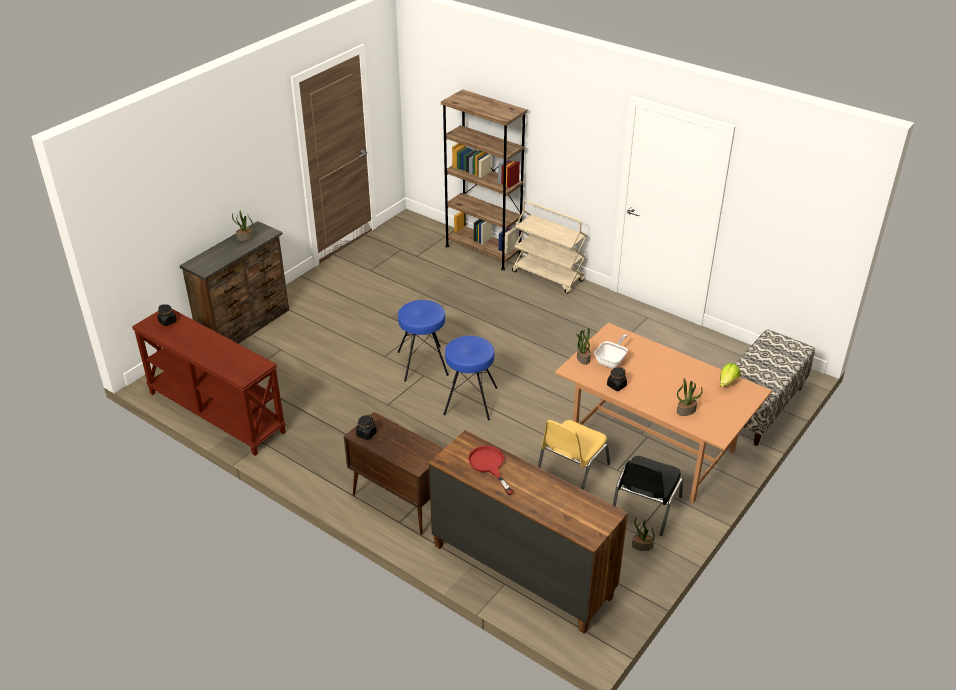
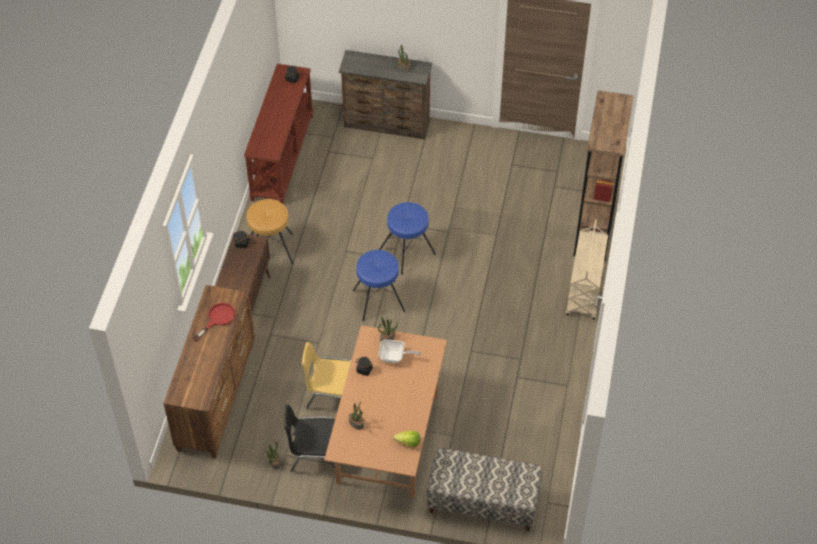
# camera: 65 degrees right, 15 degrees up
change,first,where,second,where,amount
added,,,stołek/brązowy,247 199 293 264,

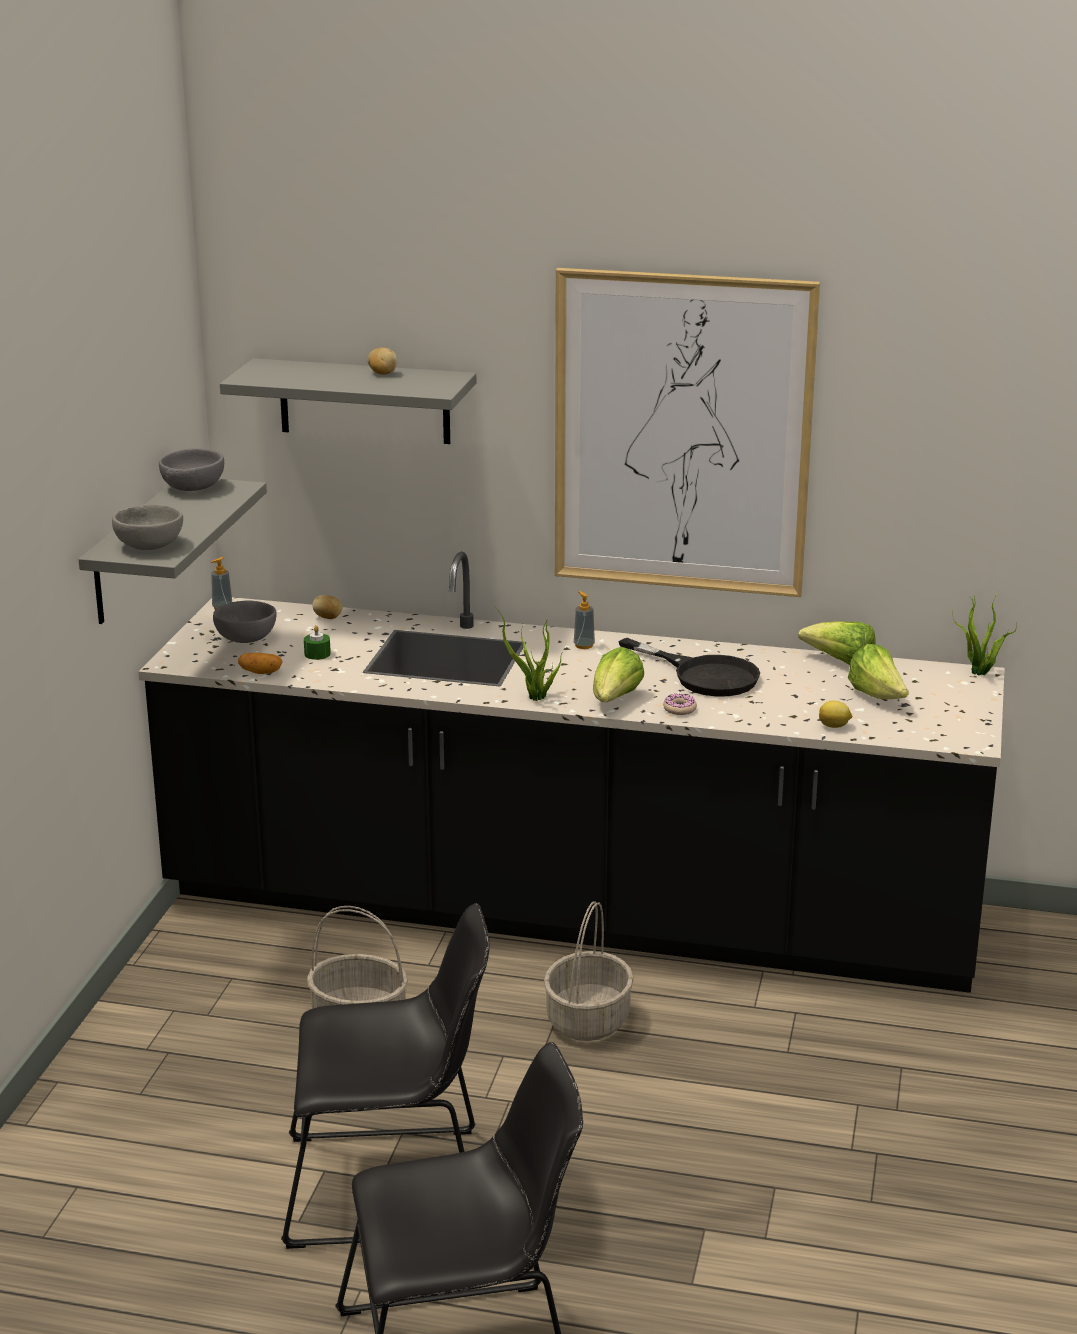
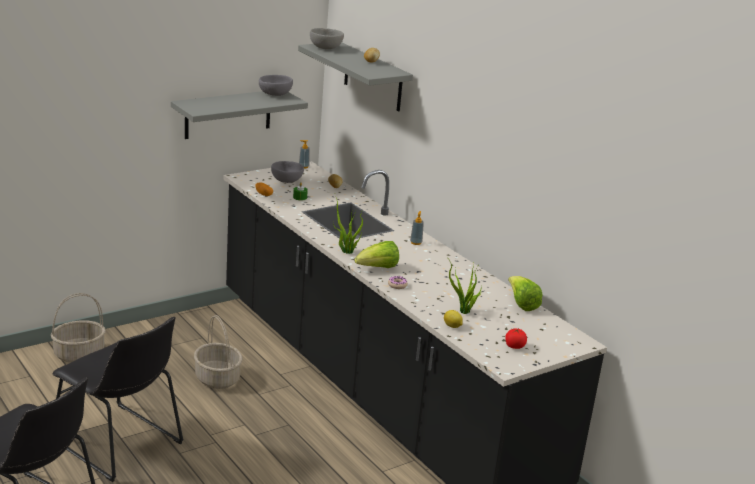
# camera: 40 degrees right, 0 degrees up
change,first,where,second,where,amount
moved,miska/szary,112 504 183 550,,310 28 344 49,
moved,koszyk,544 902 634 1041,,51 293 106 363,
removed,obraz,555 268 820 597,,,
removed,patelnia/czarny,619 638 760 697,,,
removed,sałata,848 644 909 699,,,
moved,roślina doniczkowa,952 592 1017 675,,446 256 483 314,
added,,,pomidor,505 329 527 349,

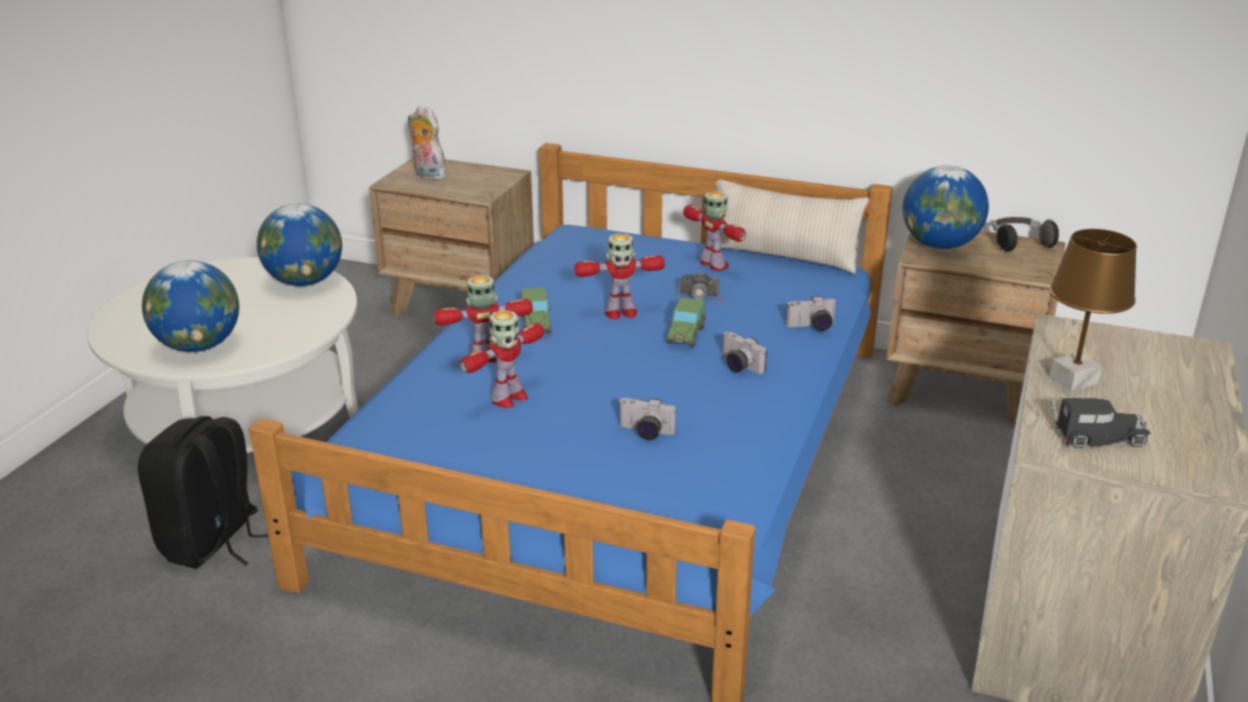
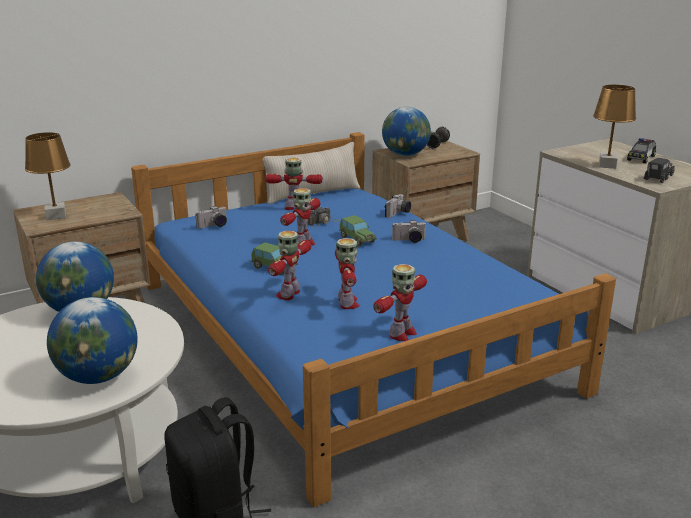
# camera: 50 degrees left, 5 degrees down
change,first,where,second,where,amount
replaced,pluszak,408 106 447 180,lampa stołowa/brązowy,25 132 71 220,
moved,aparat fotograficzny,619 398 676 440,,195 206 227 229,
added,,,robot zabawkowy,373 264 427 341,
added,,,samochodzik,627 138 656 163,

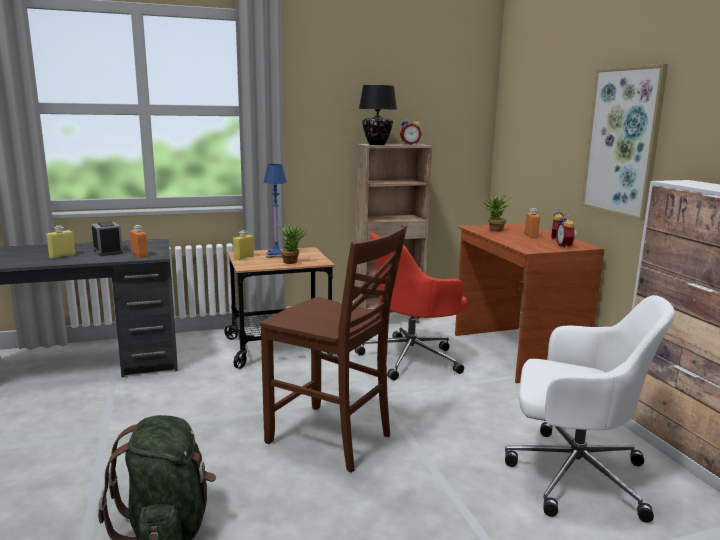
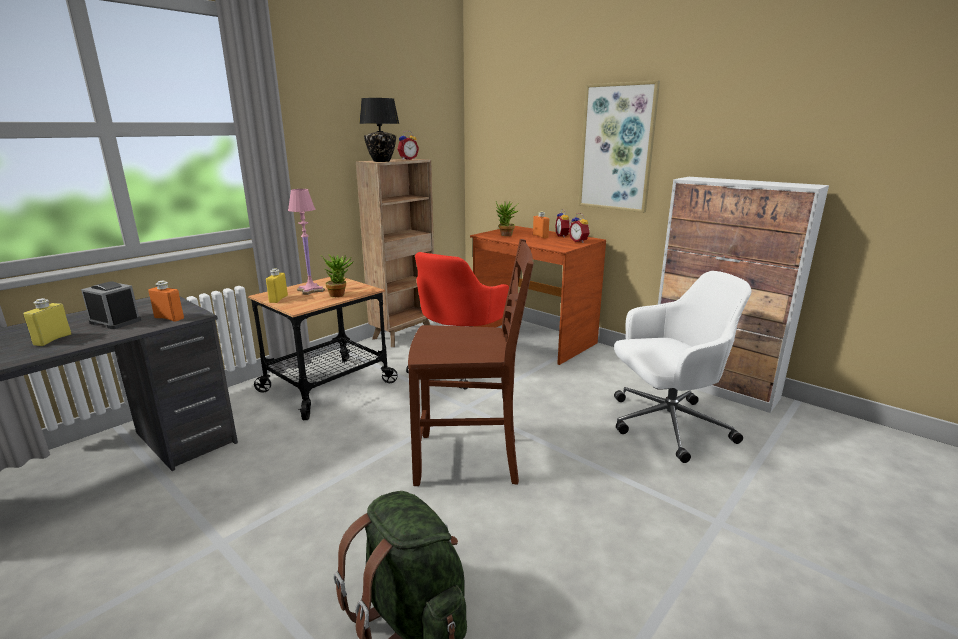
# camera: 30 degrees left, 5 degrees up
change,first,where,second,where,amount
recoloured,lampa stołowa/niebieski,263 164 287 258,lampa stołowa/różowy,288 189 325 295,

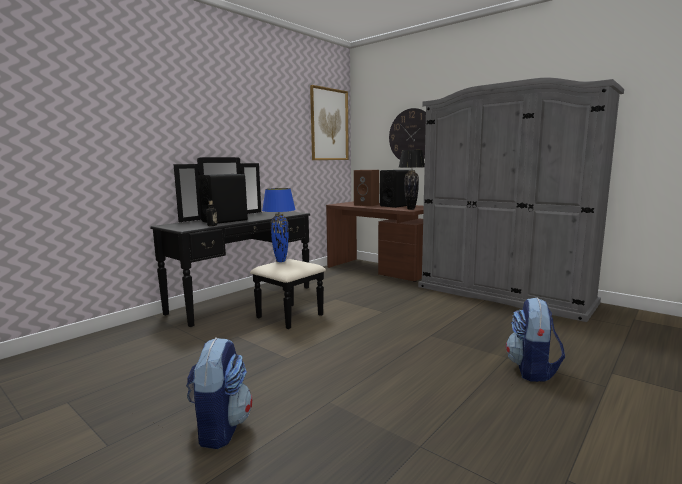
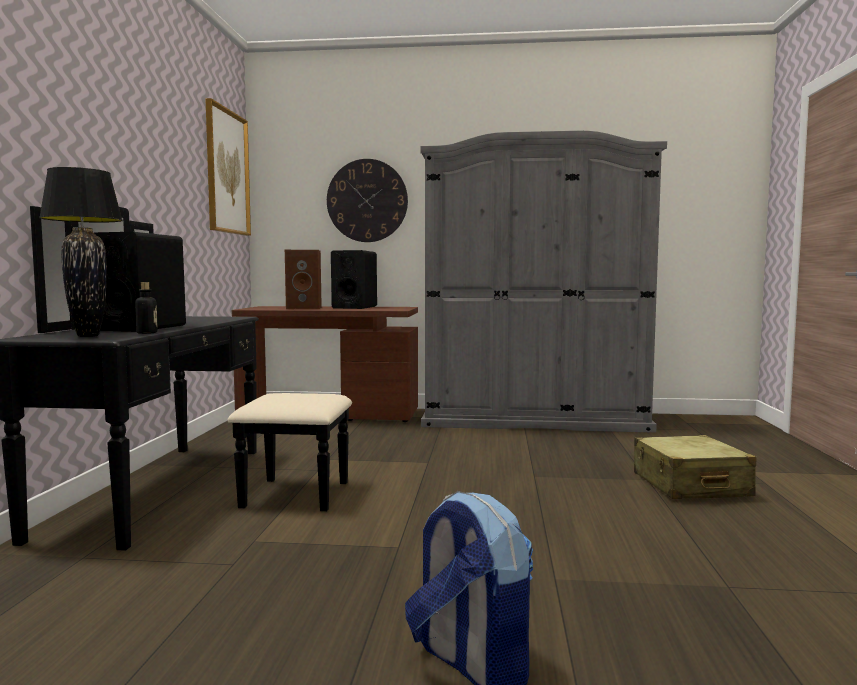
# camera: 35 degrees left, 5 degrees down
change,first,where,second,where,amount
removed,lampa stołowa/niebieski,262 188 296 262,,,
moved,lampa stołowa/czarny,398 150 425 210,,39 167 123 337,
replaced,plecak,506 297 565 382,walizka/beżowy,634 435 756 499,

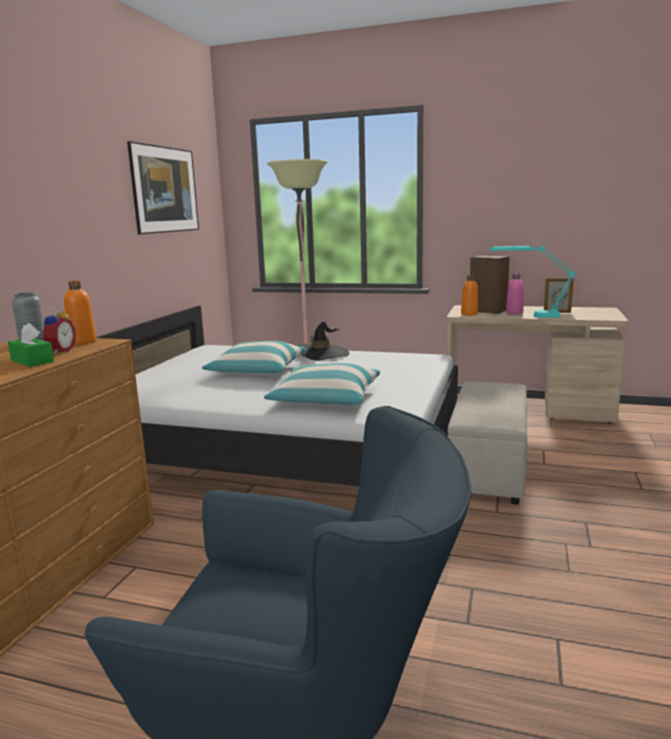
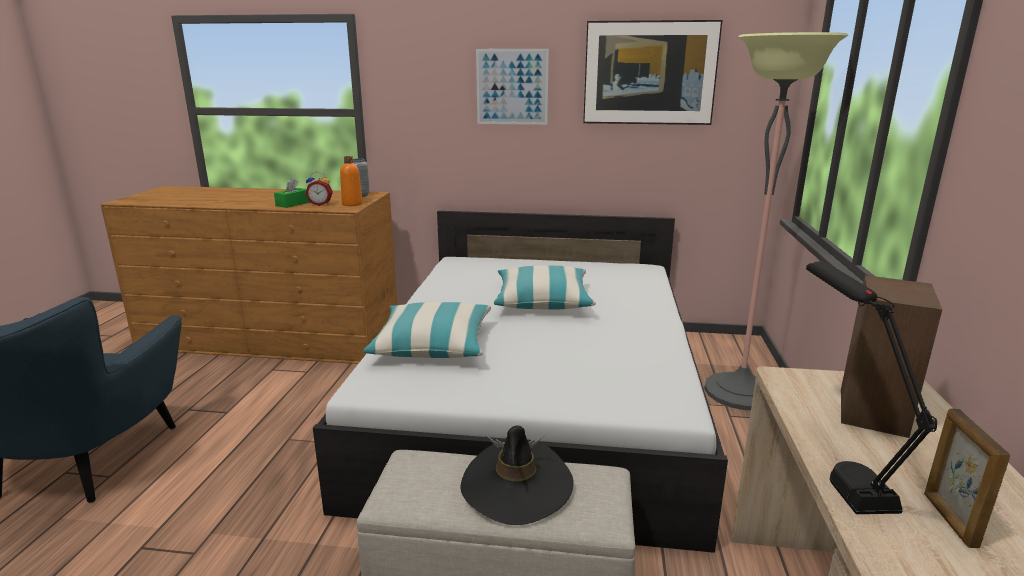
# camera: 80 degrees right, 5 degrees up
change,first,where,second,where,amount
moved,kapelusz/czarny,298 321 349 361,,460 425 574 525,
removed,butelka/pomarańczowy,461 275 478 316,,,
recoloured,lampa stołowa/turkusowy,489 244 577 318,lampa stołowa/czarny,806 261 937 514,
removed,butelka/różowy,506 274 524 314,,,
added,,,obraz,476 49 549 125,

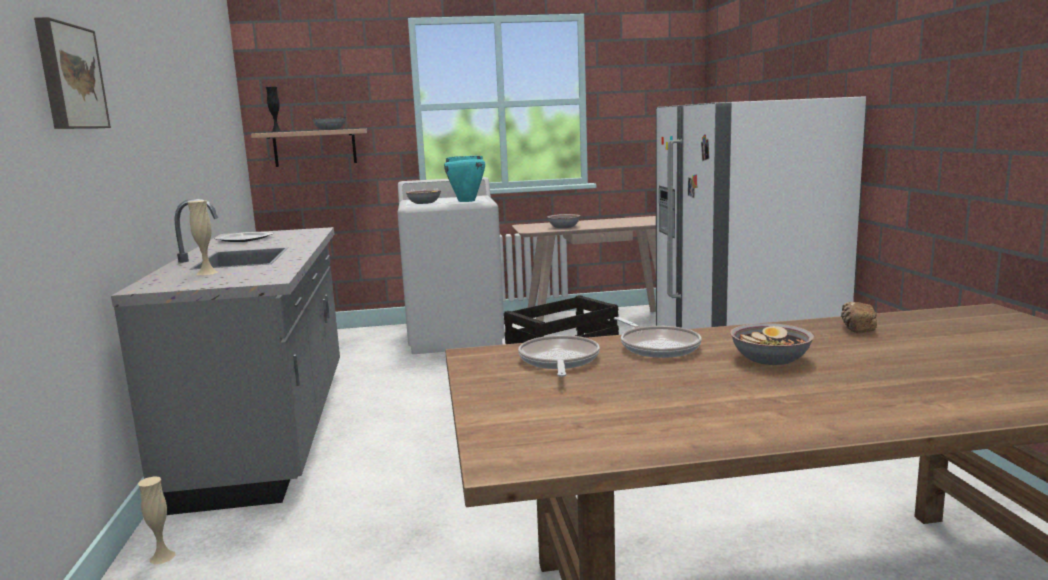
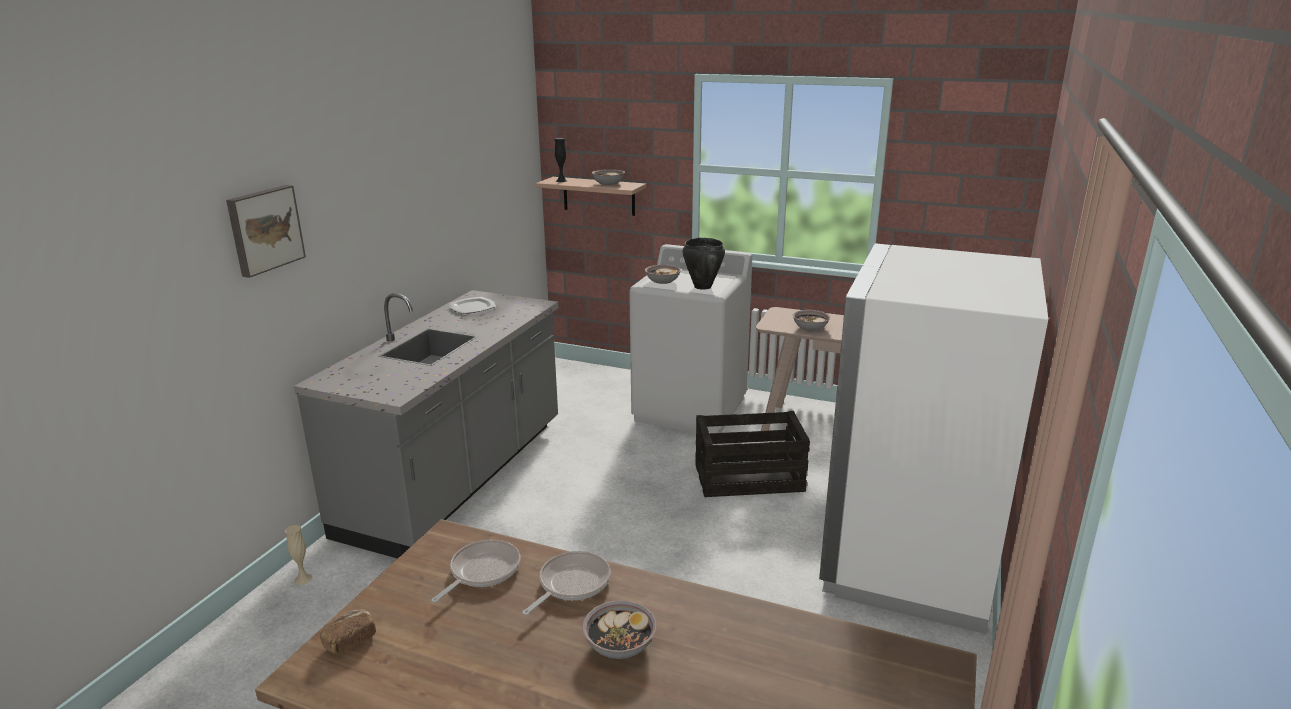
# camera: 30 degrees right, 10 degrees up
change,first,where,second,where,amount
removed,wazon/beżowy,188 200 218 275,,,
recoloured,garnek/turkusowy,444 156 485 202,garnek/czarny,682 238 725 290,
turned,patelnia,614 317 701 358,,522 551 611 615,150 degrees counterclockwise
moved,chleb,841 302 877 333,,320 609 376 654,

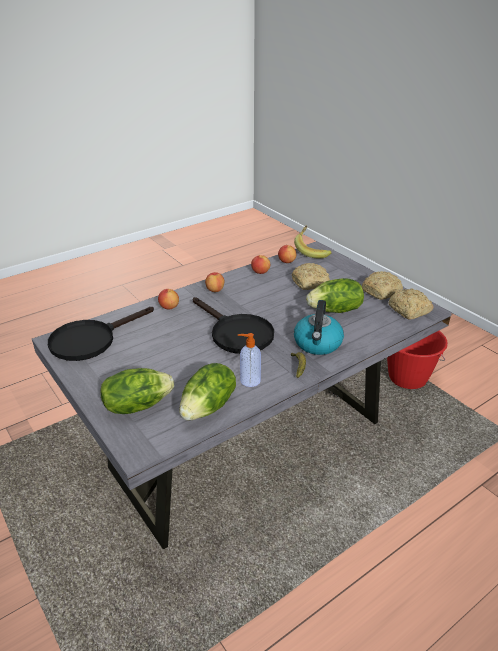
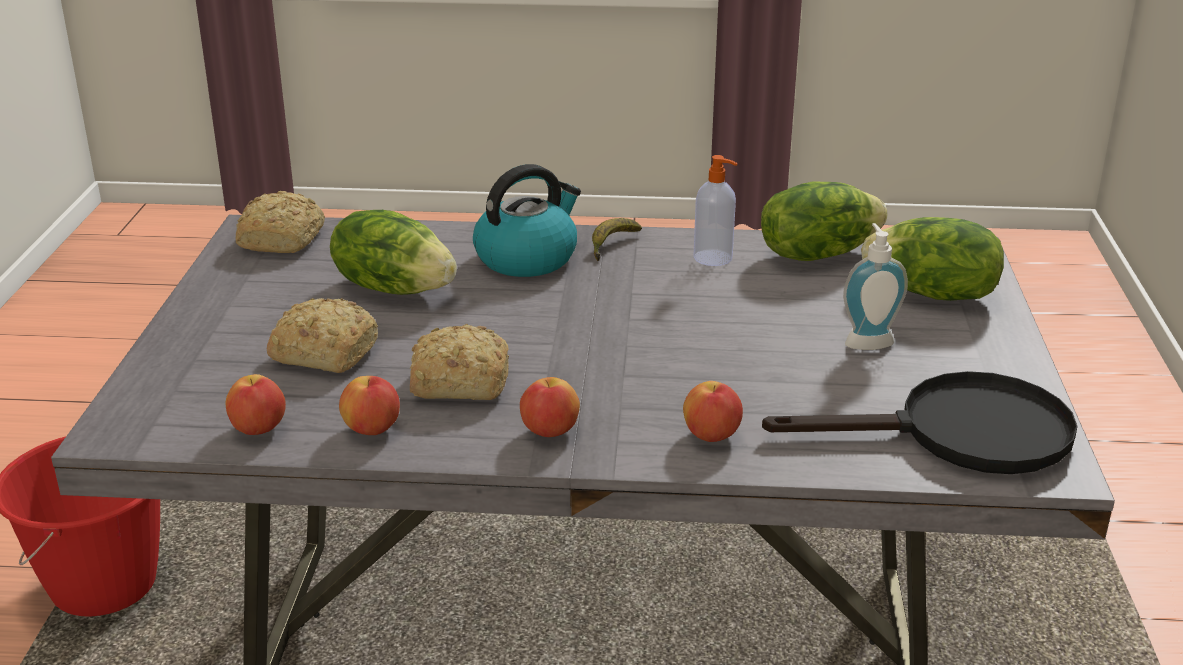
# camera: 140 degrees left, 5 degrees down
change,first,where,second,where,amount
removed,patelnia/czarny,193 297 274 354,,,
removed,banan,294 226 332 258,,,
moved,chleb,362 271 403 300,,410 324 509 400,
added,,,dozownik mydła,843 223 908 350,

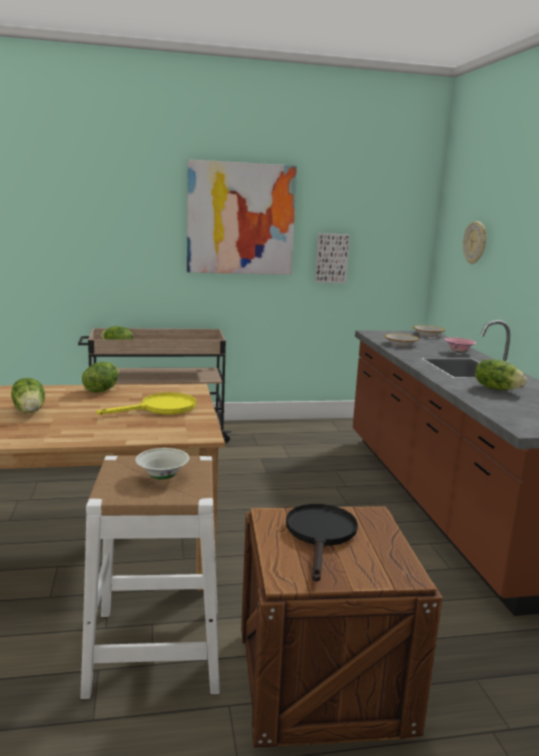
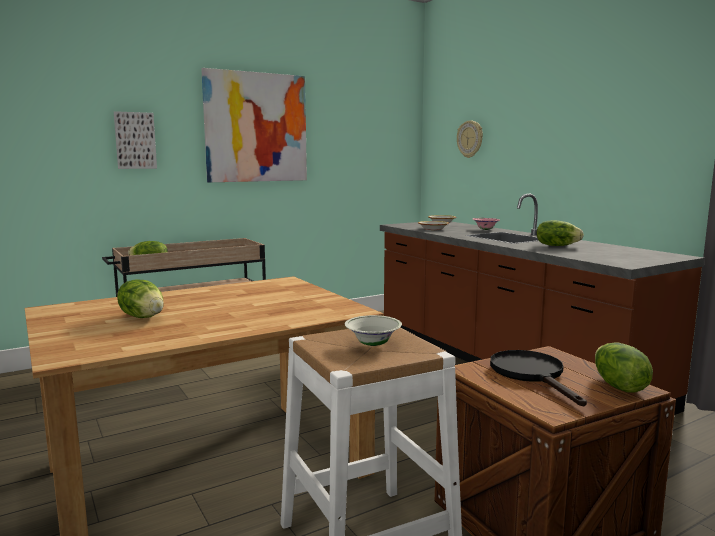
# camera: 20 degrees left, 5 degrees down
change,first,where,second,where,amount
moved,sałata,82 362 119 392,,595 342 653 393,
removed,patelnia/żółty,97 392 196 415,,,
moved,obraz,315 233 350 283,,114 111 157 169,

